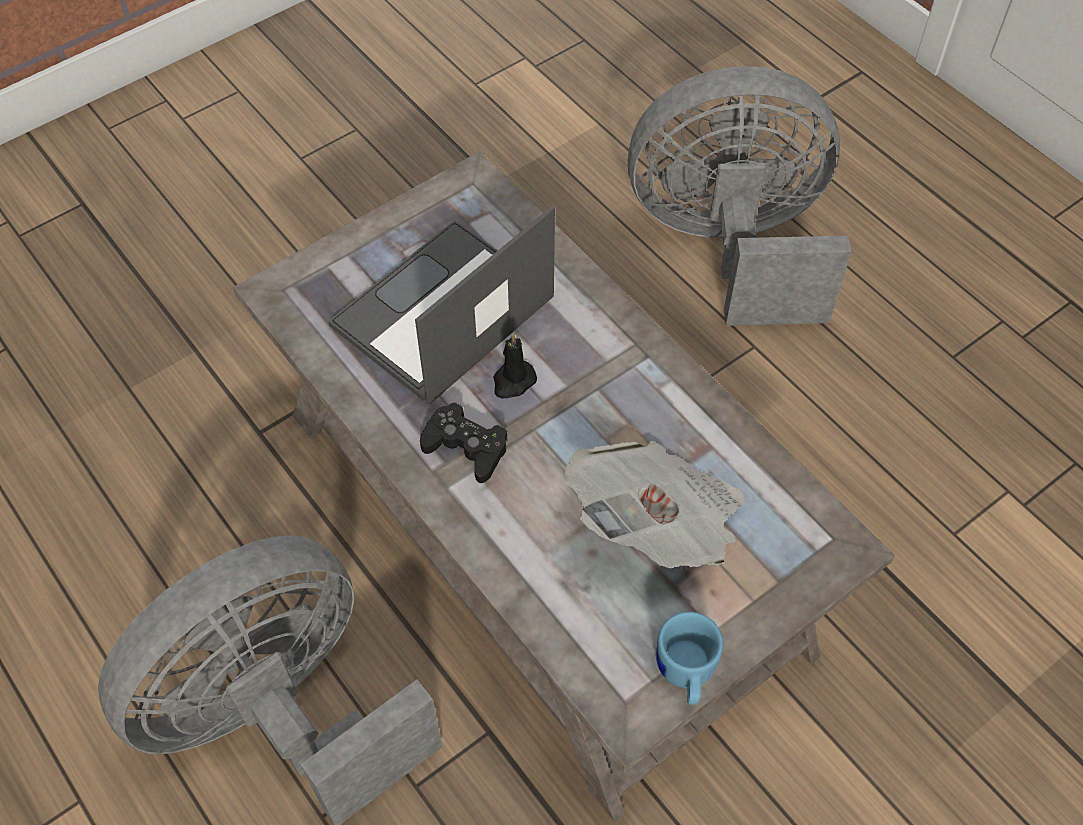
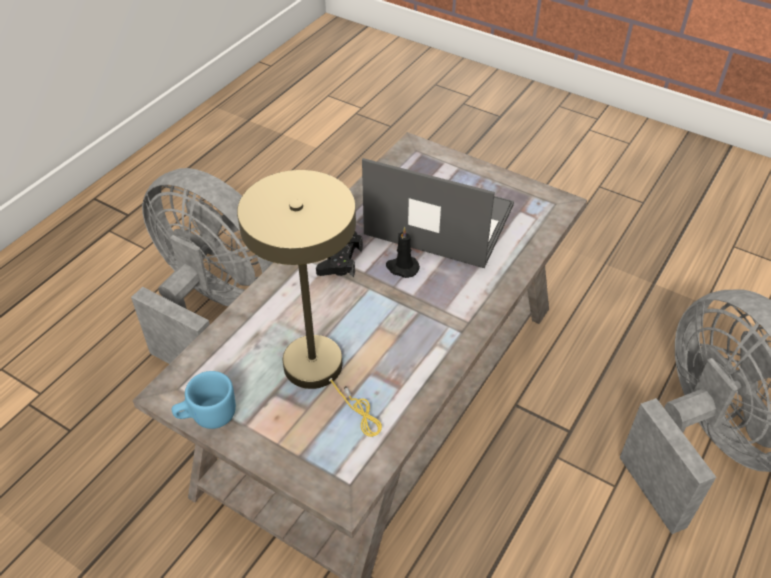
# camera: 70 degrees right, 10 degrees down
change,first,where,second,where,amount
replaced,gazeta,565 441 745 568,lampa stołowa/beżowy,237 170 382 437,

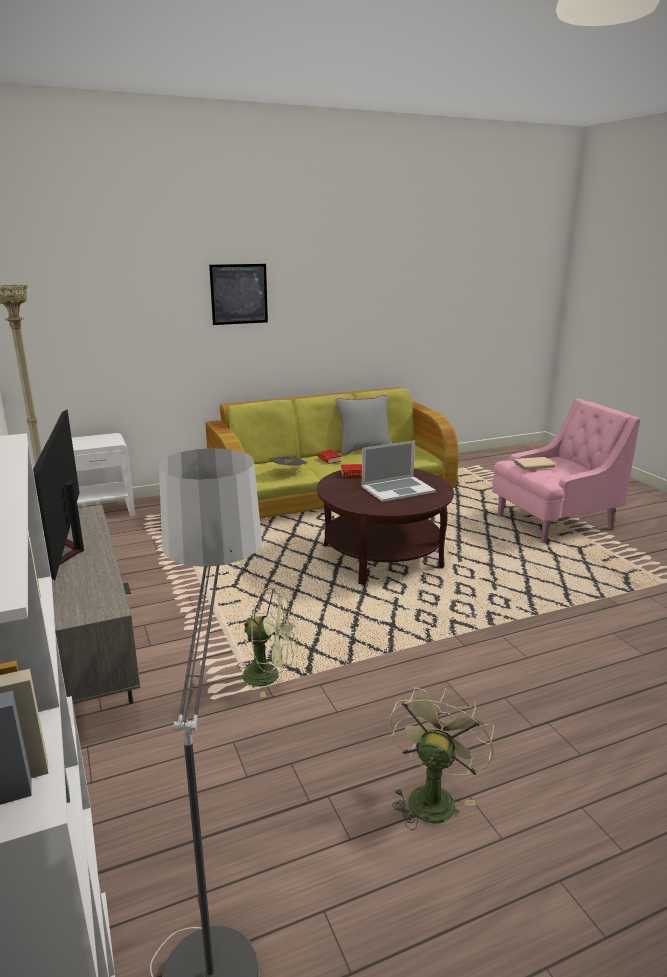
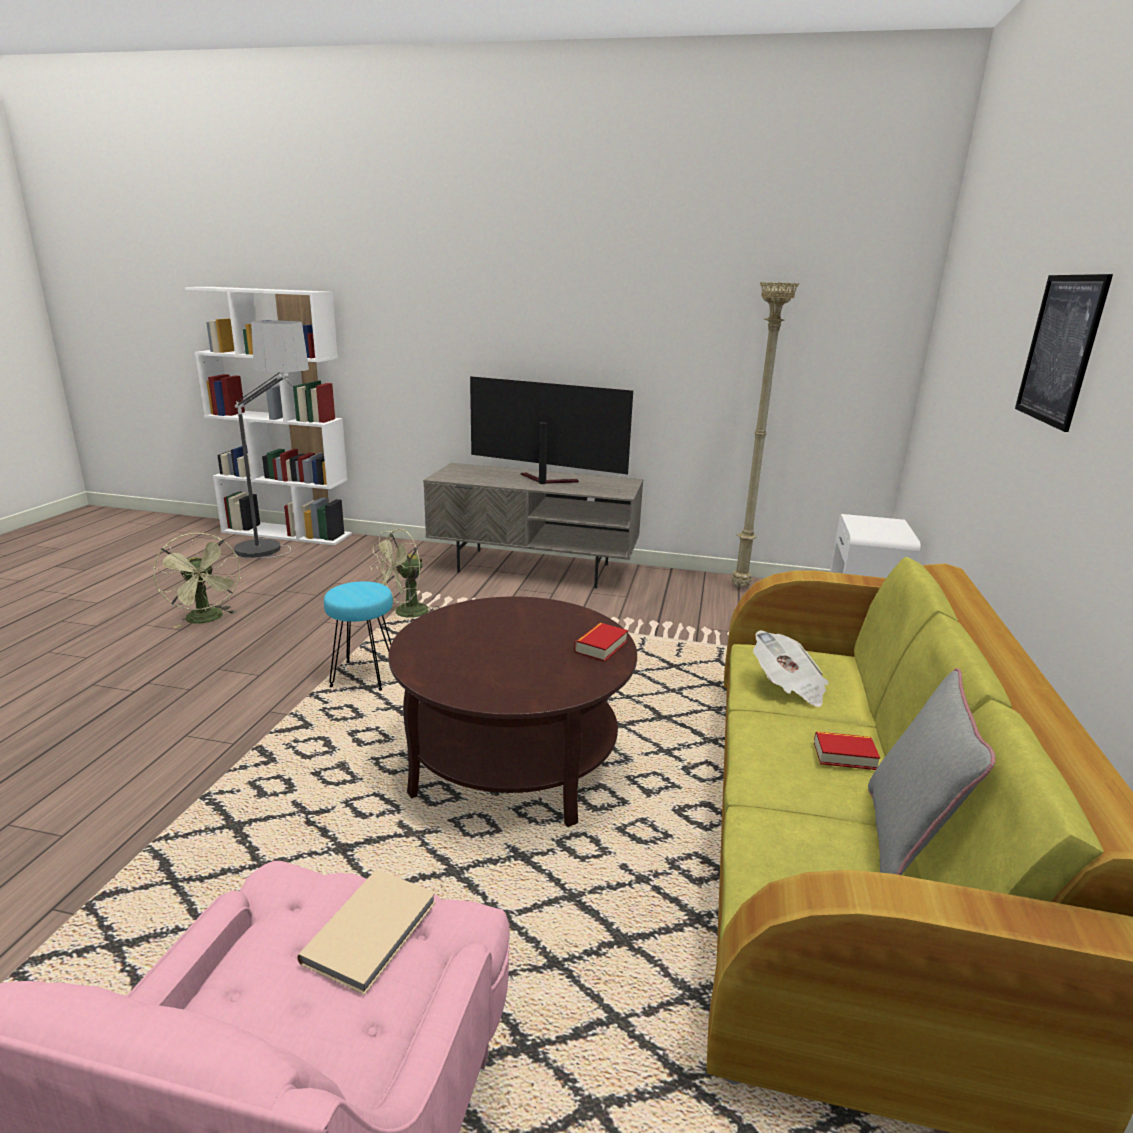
# camera: 125 degrees right, 0 degrees up
change,first,where,second,where,amount
removed,laptop,362 440 436 502,,,
added,,,stołek/turkusowy,324 581 393 691,

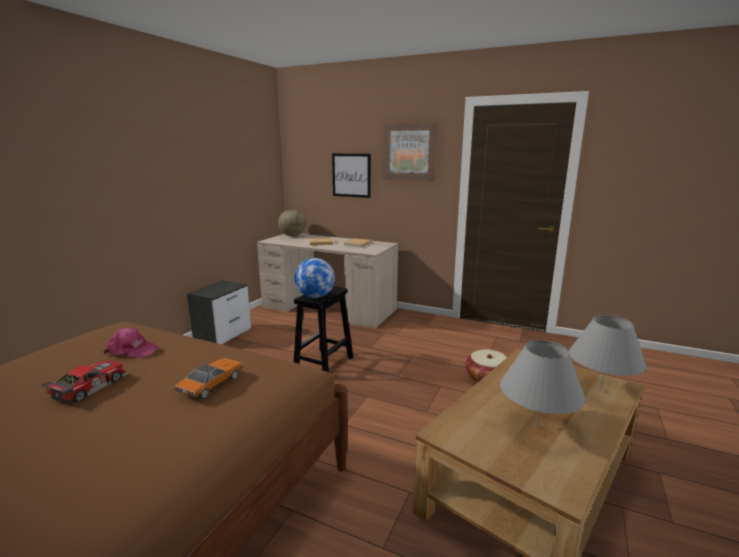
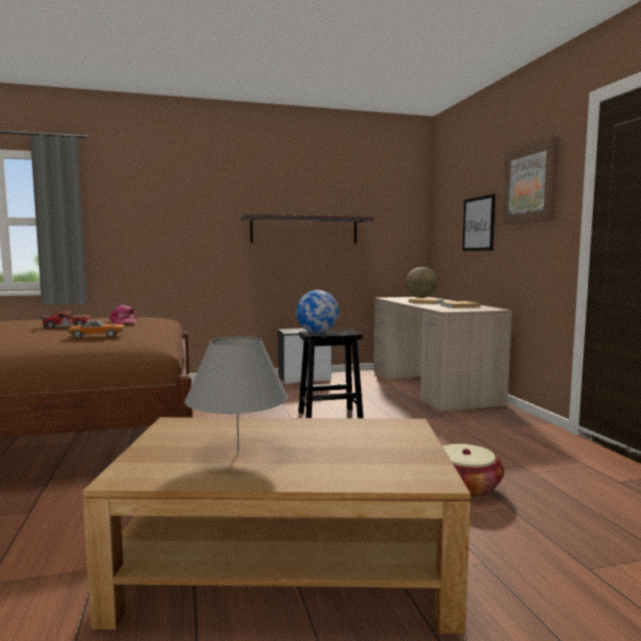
# camera: 50 degrees right, 10 degrees down
change,first,where,second,where,amount
removed,lampa stołowa/szary,569 315 647 391,,,
added,,,półka,240 214 374 243,

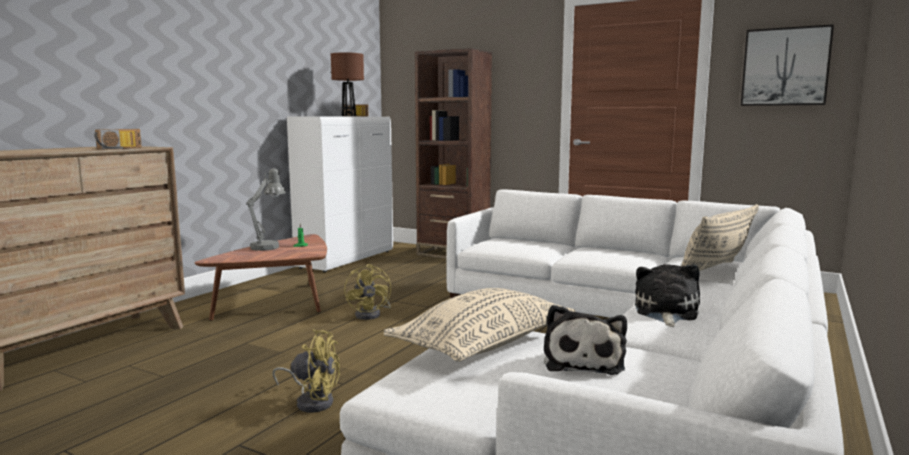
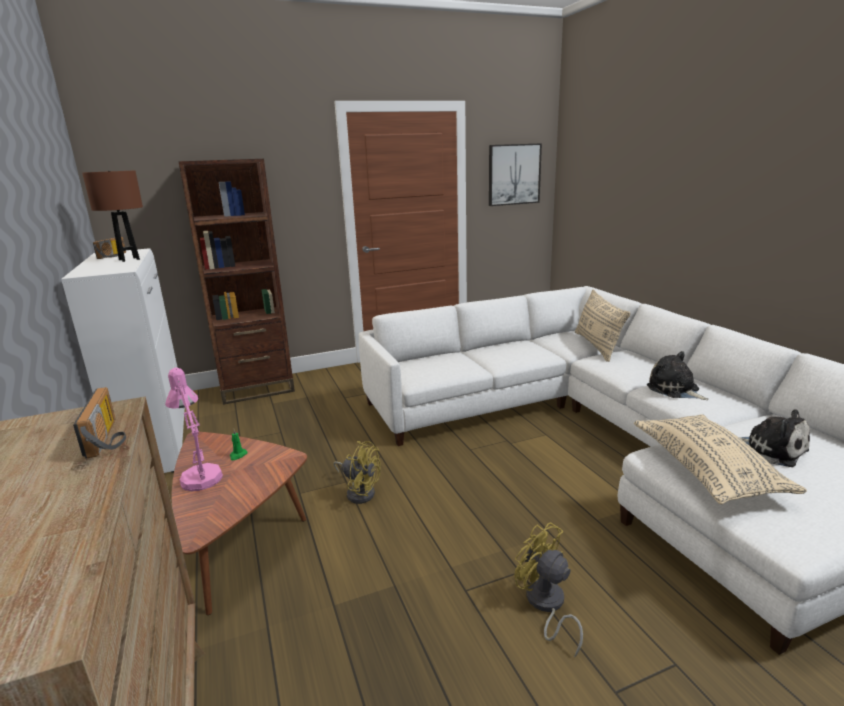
# camera: 50 degrees left, 10 degrees up
change,first,where,second,where,amount
recoloured,lampa stołowa/szary,246 168 286 251,lampa stołowa/różowy,165 368 223 491,
turned,wentylator/żółty,272 329 340 413,,514 522 583 657,90 degrees counterclockwise

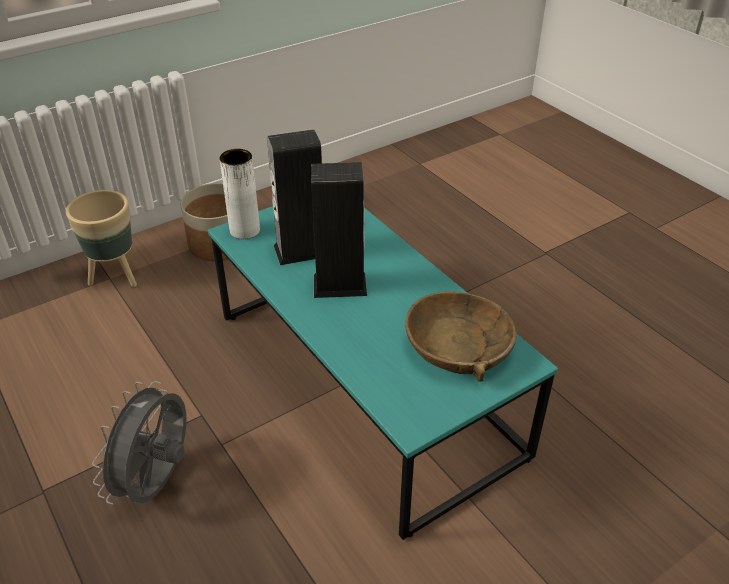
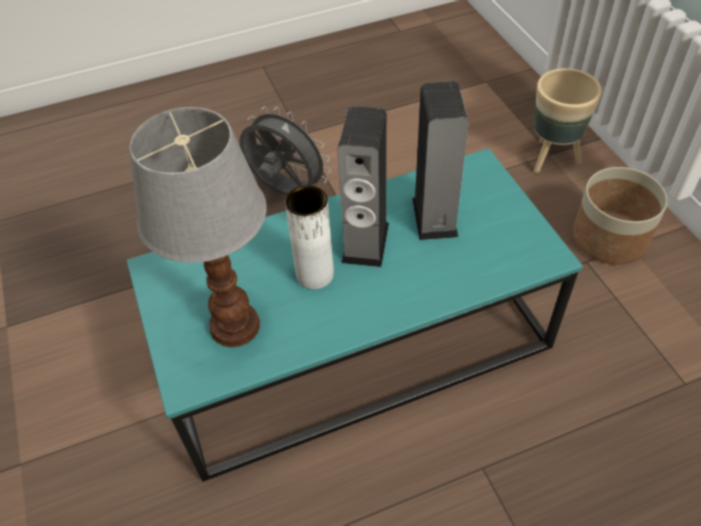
# camera: 105 degrees right, 10 degrees up
change,first,where,second,where,amount
moved,wazon/biały,219 149 260 239,,285 185 334 289,
replaced,miska/brązowy,405 291 517 382,lampa stołowa,129 107 267 347,

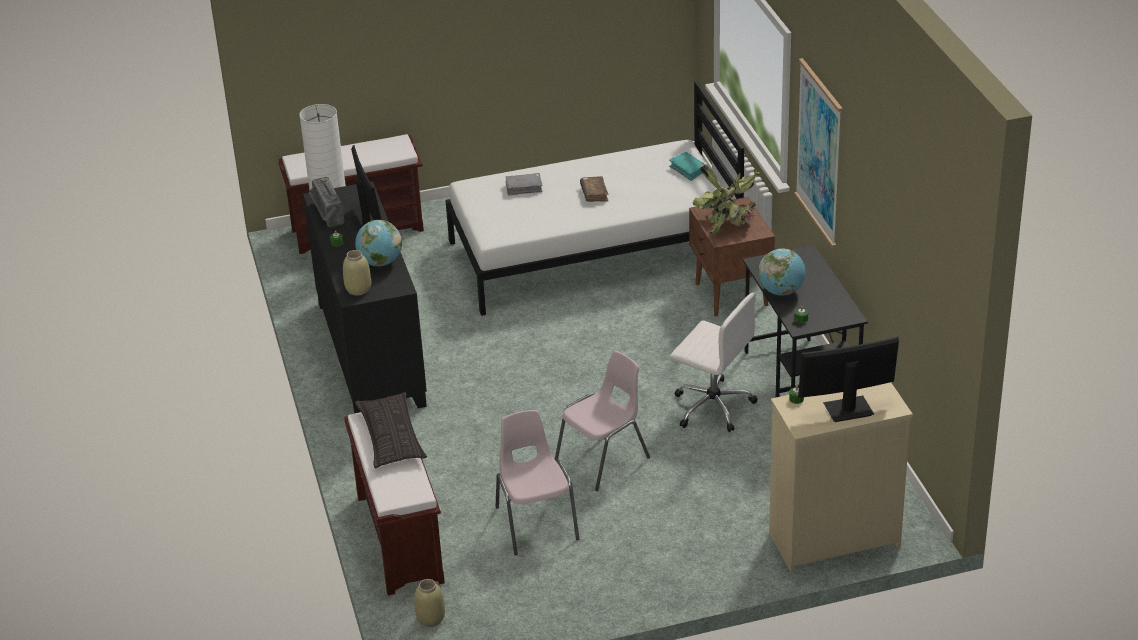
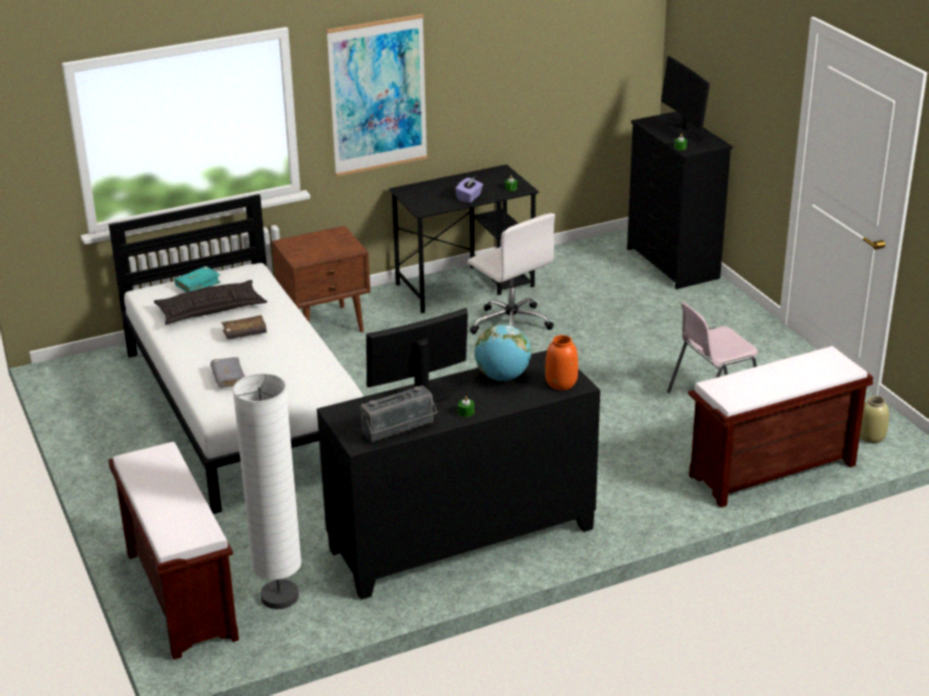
# camera: 100 degrees left, 5 degrees down
change,first,where,second,where,amount
recoloured,wazon/beżowy,343 250 371 295,wazon/pomarańczowy,545 335 578 390,
moved,poduszka,355 392 427 469,,154 280 267 325,
removed,krzesło/różowy,555 351 650 491,,,
turned,krzesło biurowe/biały,670 292 758 432,,467 213 555 334,120 degrees clockwise
removed,roślina doniczkowa,693 165 760 234,,,
replaced,globus,758 248 806 296,pudełko chusteczek/fioletowy,455 177 483 203,
recoloured,komoda/beżowy,769 382 913 573,komoda/czarny,627 111 733 289,

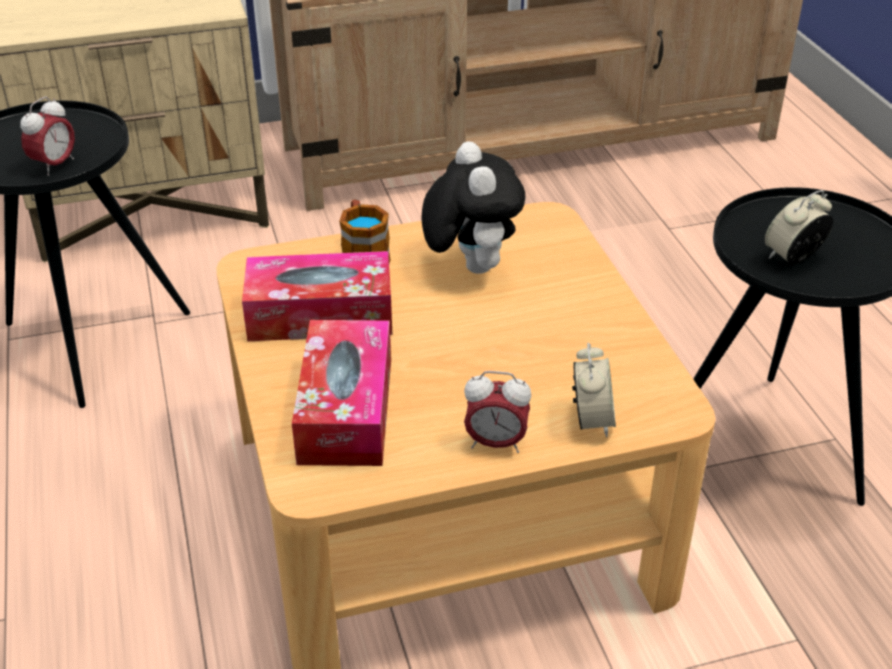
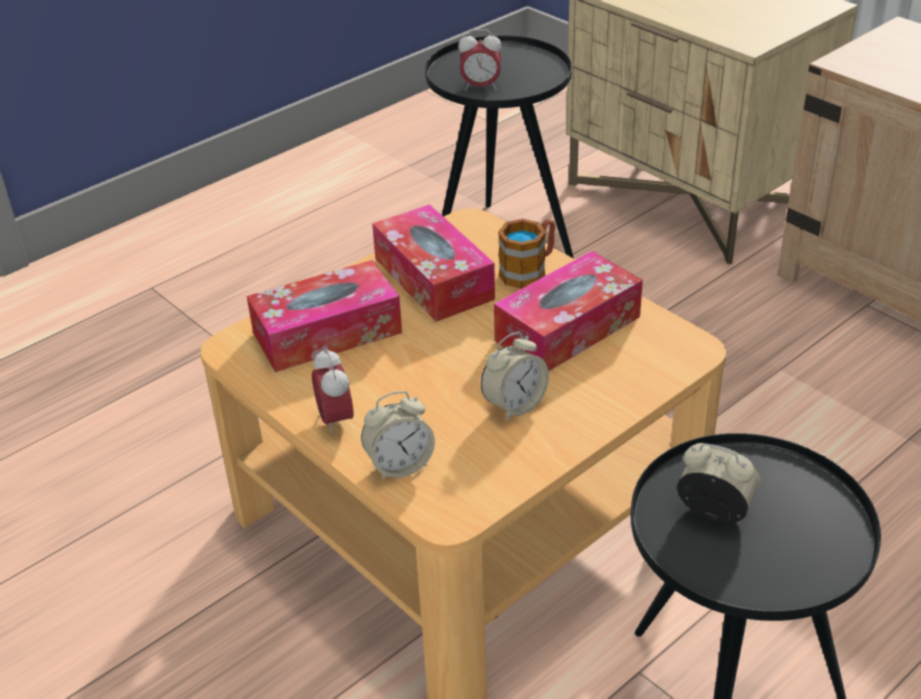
# camera: 65 degrees right, 0 degrees up
change,first,where,second,where,amount
replaced,pluszak,421 141 525 274,pudełko chusteczek,494 251 643 371,
added,,,budzik,481 332 549 421,

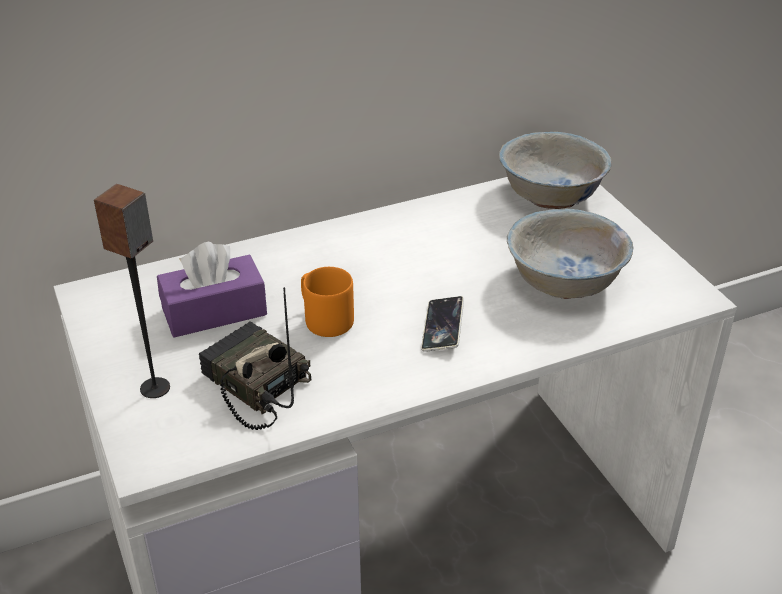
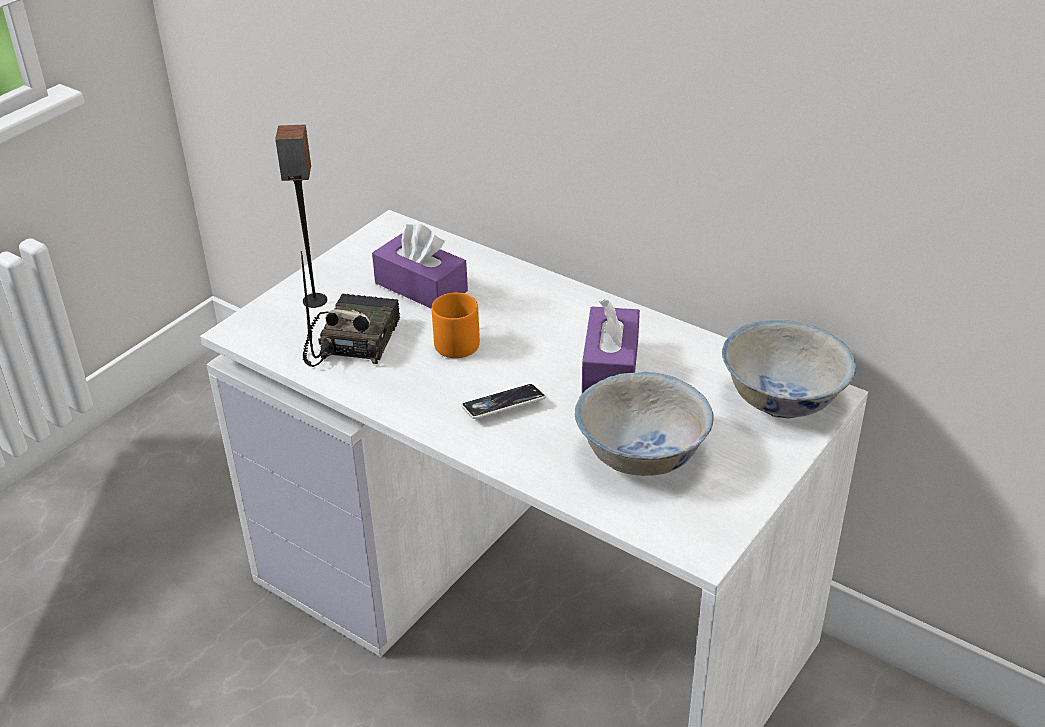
# camera: 60 degrees right, 0 degrees up
change,first,where,second,where,amount
added,,,pudełko chusteczek/fioletowy,582 299 640 393,

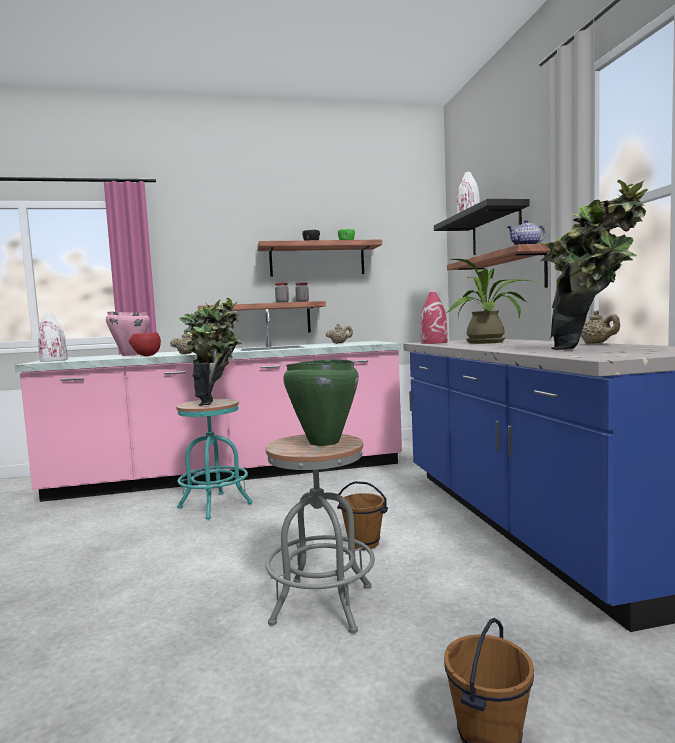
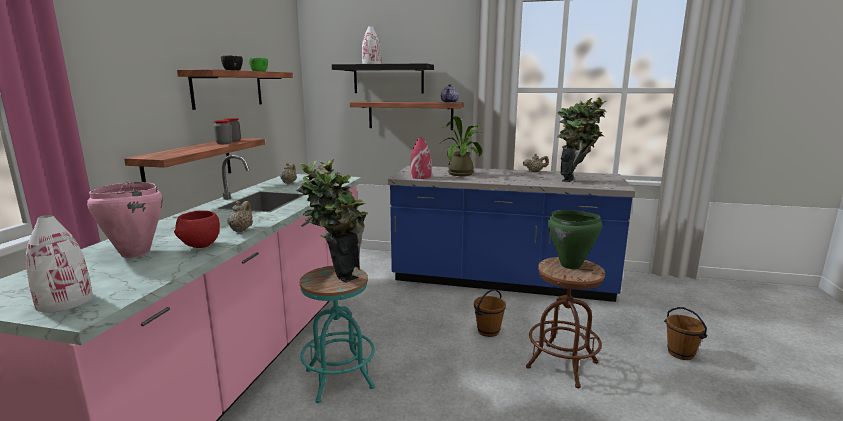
# camera: 65 degrees left, 10 degrees up
change,first,where,second,where,amount
recoloured,stołek/szary,266 434 375 634,stołek/brązowy,526 257 605 388,

